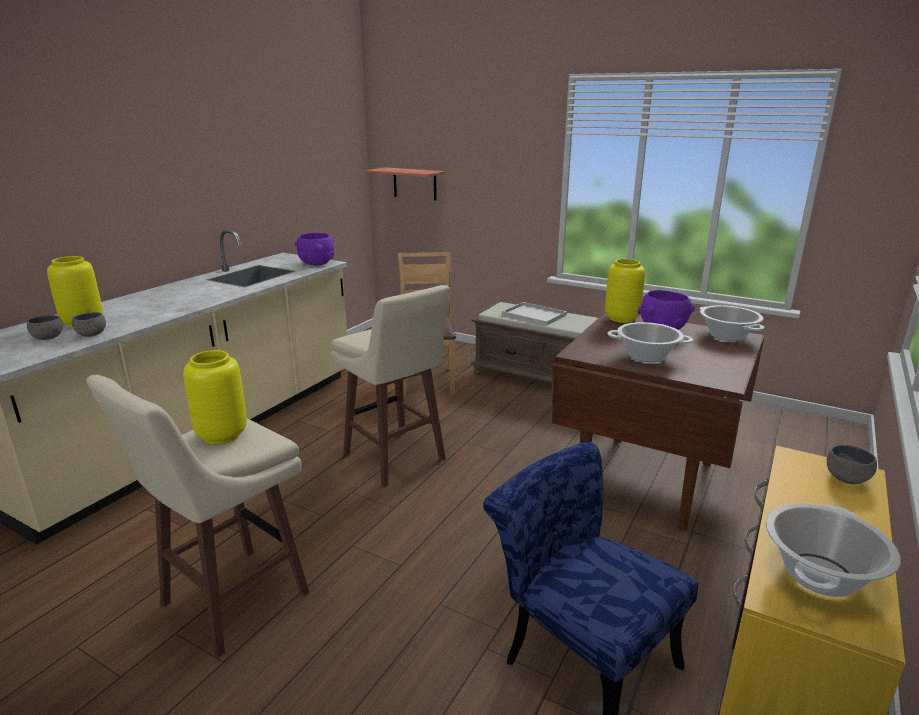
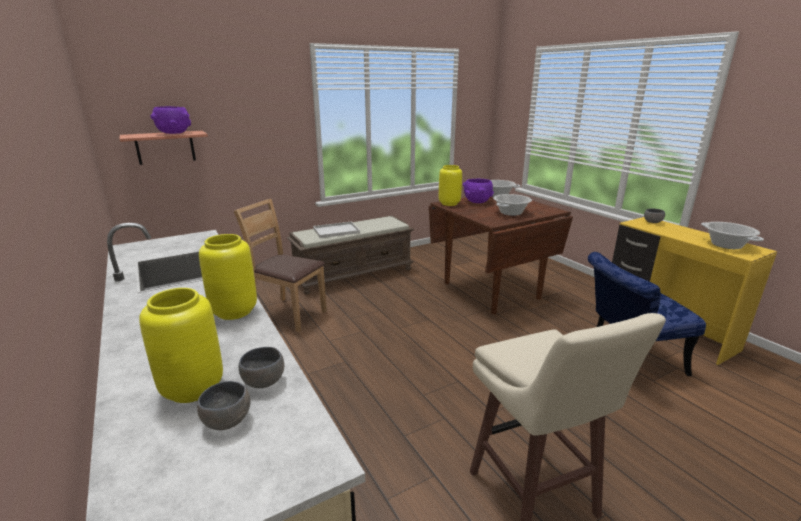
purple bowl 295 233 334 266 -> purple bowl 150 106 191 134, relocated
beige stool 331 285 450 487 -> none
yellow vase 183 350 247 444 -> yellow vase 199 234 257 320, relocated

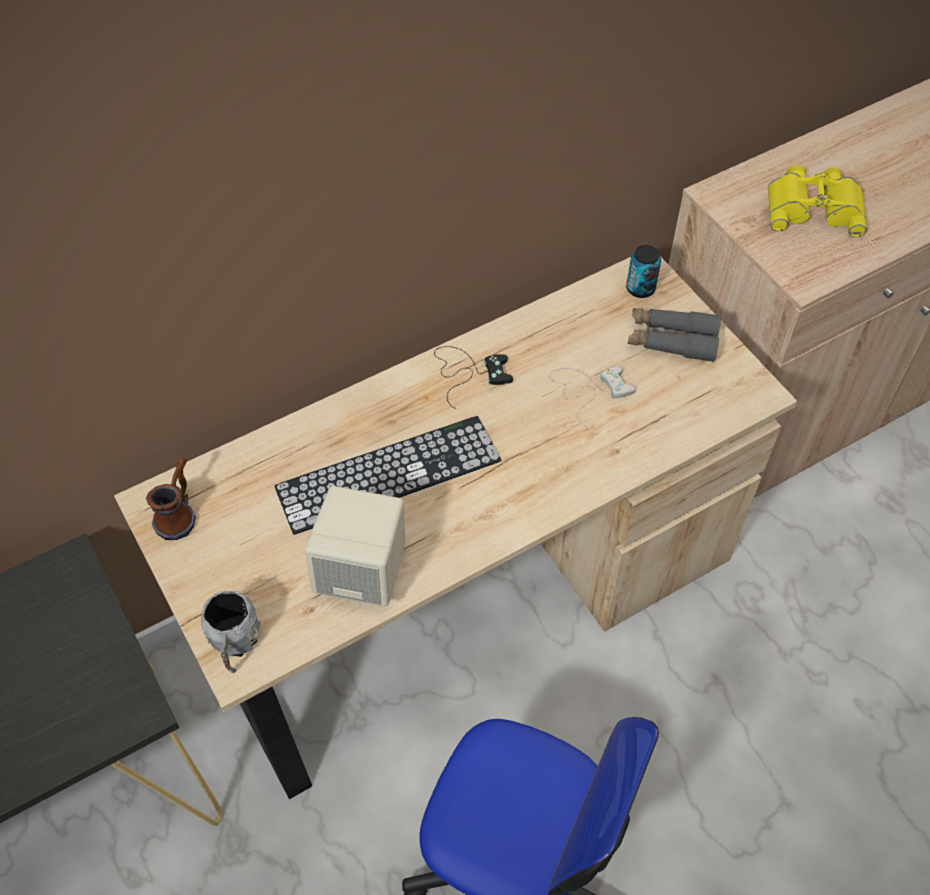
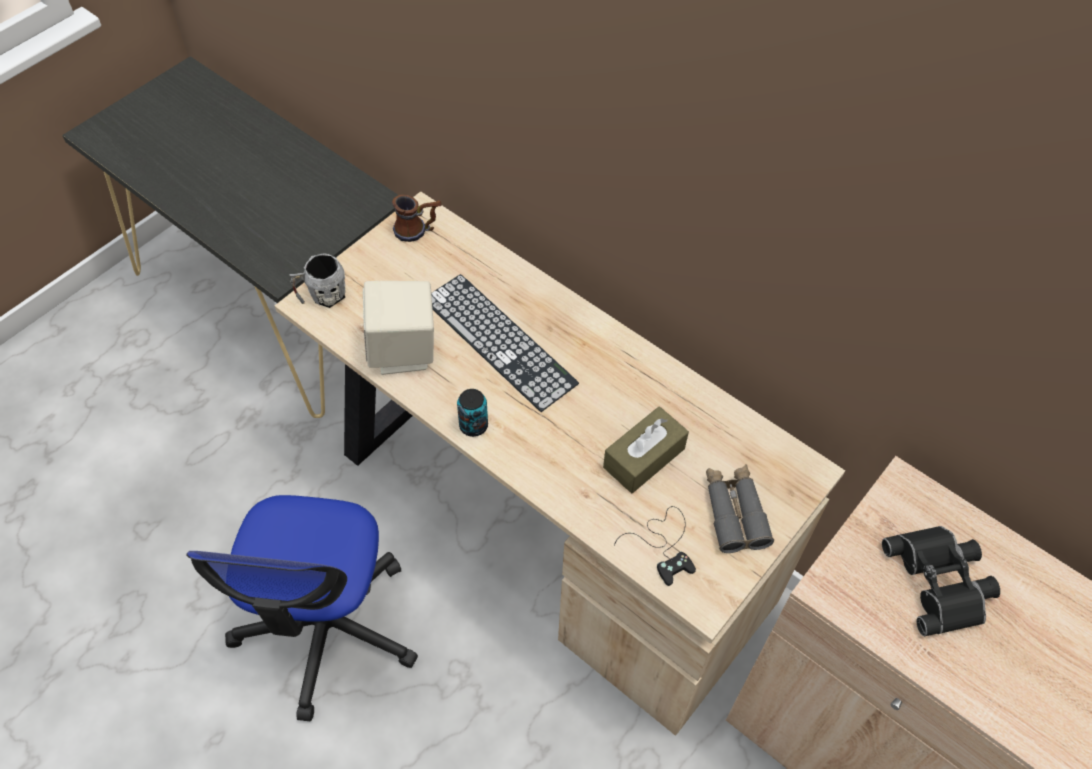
yellow binoculars 768 165 867 237 -> black binoculars 882 526 1000 636
can 626 245 661 298 -> can 457 389 488 437, relocated
black game controller 434 346 513 409 -> black game controller 614 506 696 586, relocated
white game controller 549 366 636 429 -> brown tissue box 603 407 689 493

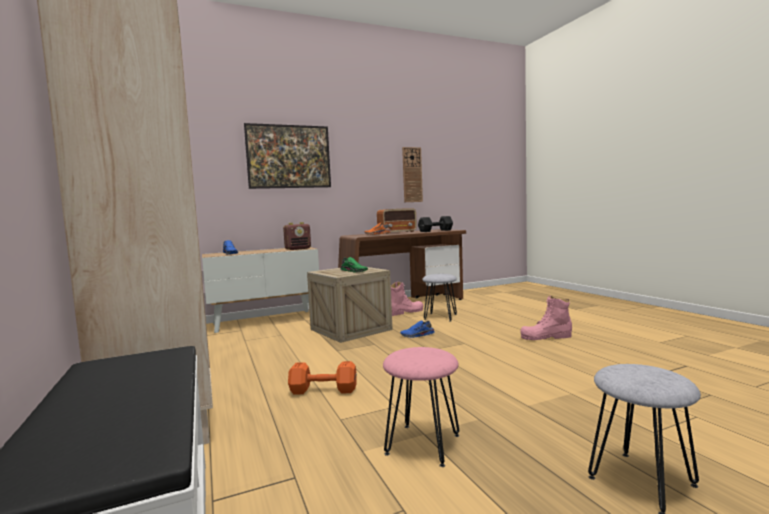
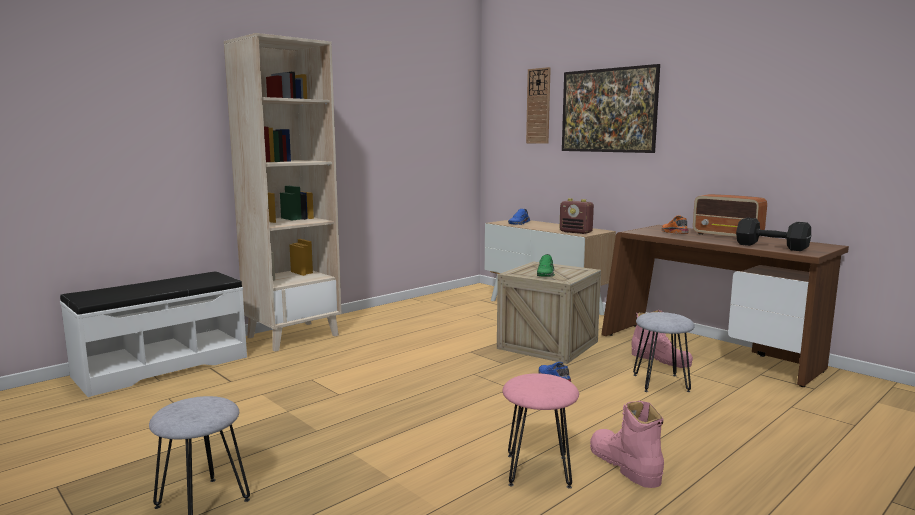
wall clock 402 147 423 202 -> wall clock 526 67 551 144, relocated
pink stool 383 347 459 467 -> pink stool 503 373 579 489, relocated
orange dumbbell 288 361 357 395 -> none

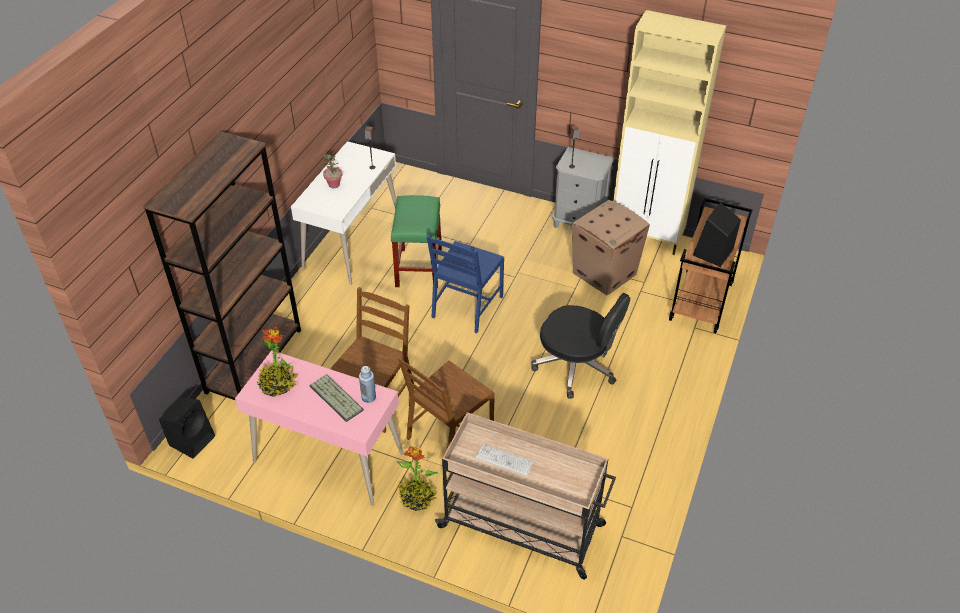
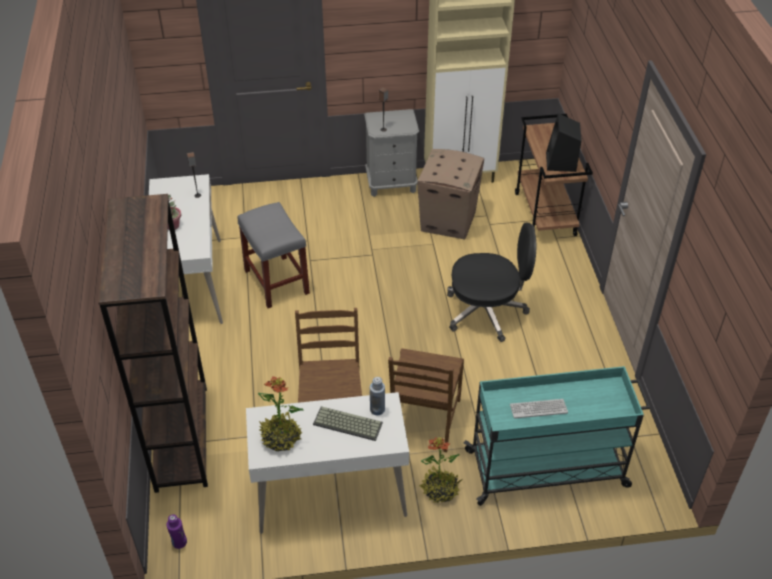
green stool 391 195 442 288 -> grey stool 237 202 310 308
blue chair 427 235 504 333 -> none
pink desk 235 350 403 506 -> white desk 246 392 409 534
black speaker 159 397 215 459 -> purple bottle 167 514 187 549
beige cart 435 412 616 580 -> turquoise cart 464 366 650 506

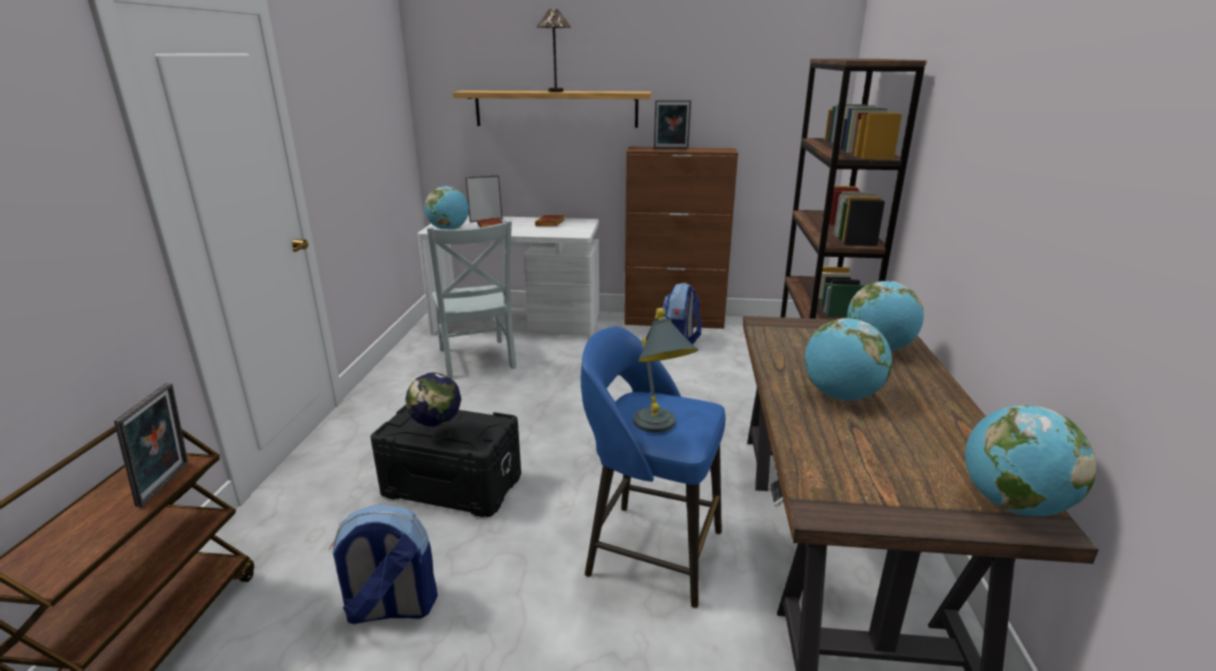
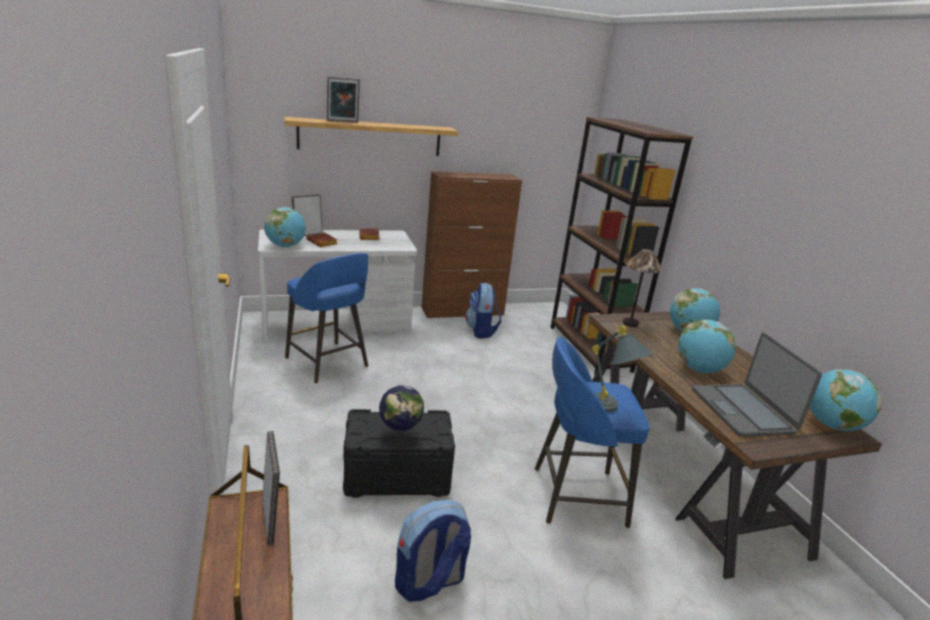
table lamp 537 9 571 92 -> table lamp 623 249 663 327, relocated
picture frame 654 100 691 149 -> picture frame 327 77 360 123, relocated
grey chair 427 220 516 379 -> blue stool 285 253 368 384
none -> laptop 692 333 822 437

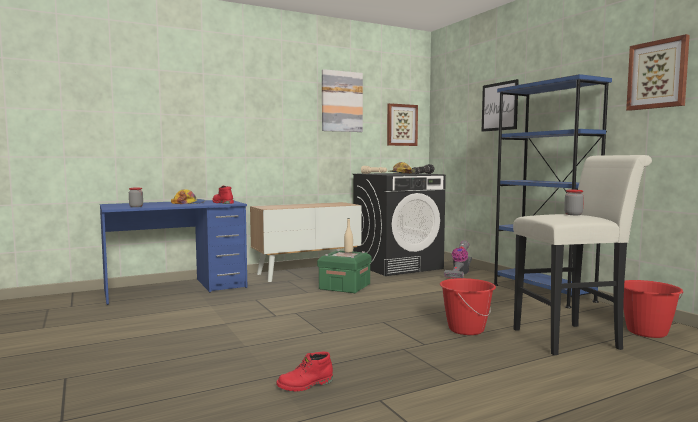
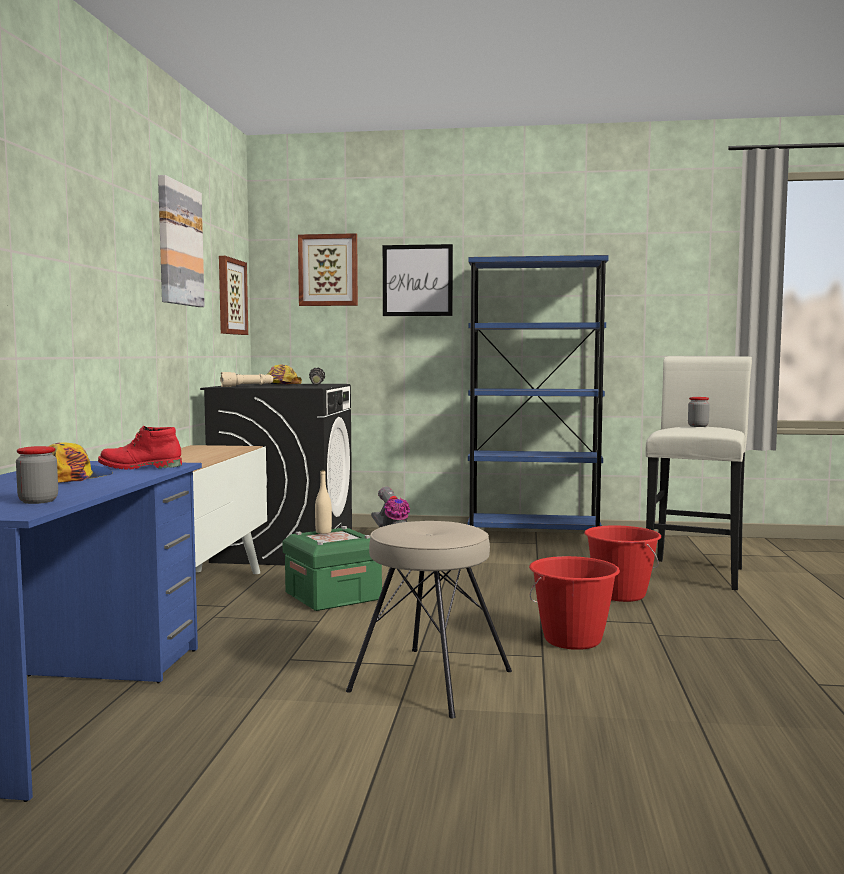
picture 626 34 690 111 -> picture 298 233 358 306, relocated
red bucket 623 280 684 338 -> red bucket 529 556 620 650, relocated
red boot 276 352 333 391 -> none
none -> beige stool 346 521 512 718

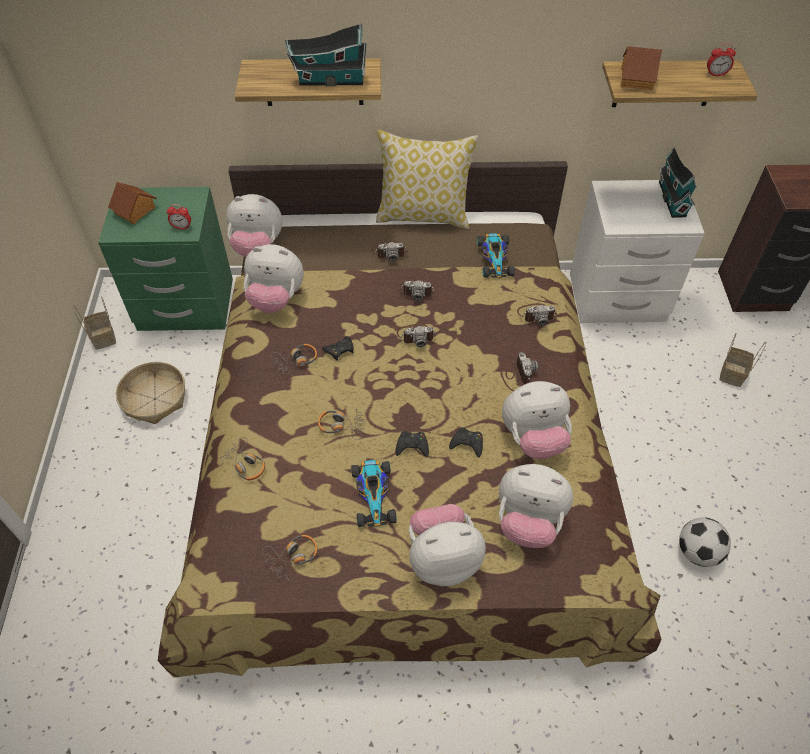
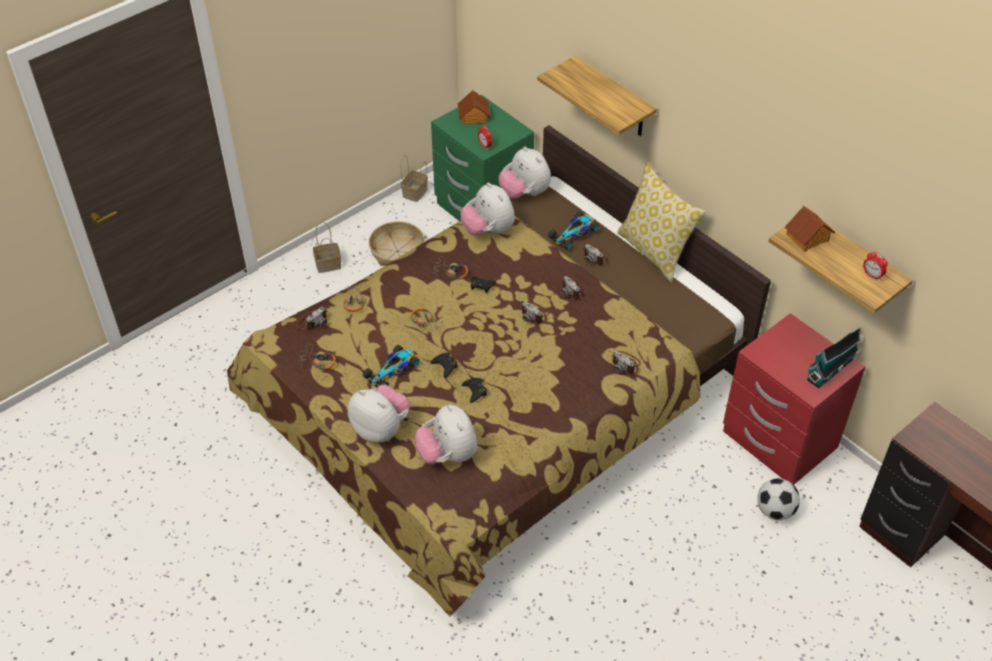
toy house 285 23 367 87 -> none
white nightstand 570 180 704 323 -> red nightstand 723 313 866 485
toy car 477 233 515 278 -> toy car 548 211 599 250, relocated
basket 720 332 767 387 -> basket 313 222 341 273, relocated
photo camera 500 352 539 391 -> photo camera 296 307 327 330, relocated
plush toy 502 381 572 459 -> none
football 679 517 731 567 -> football 757 478 800 520, relocated

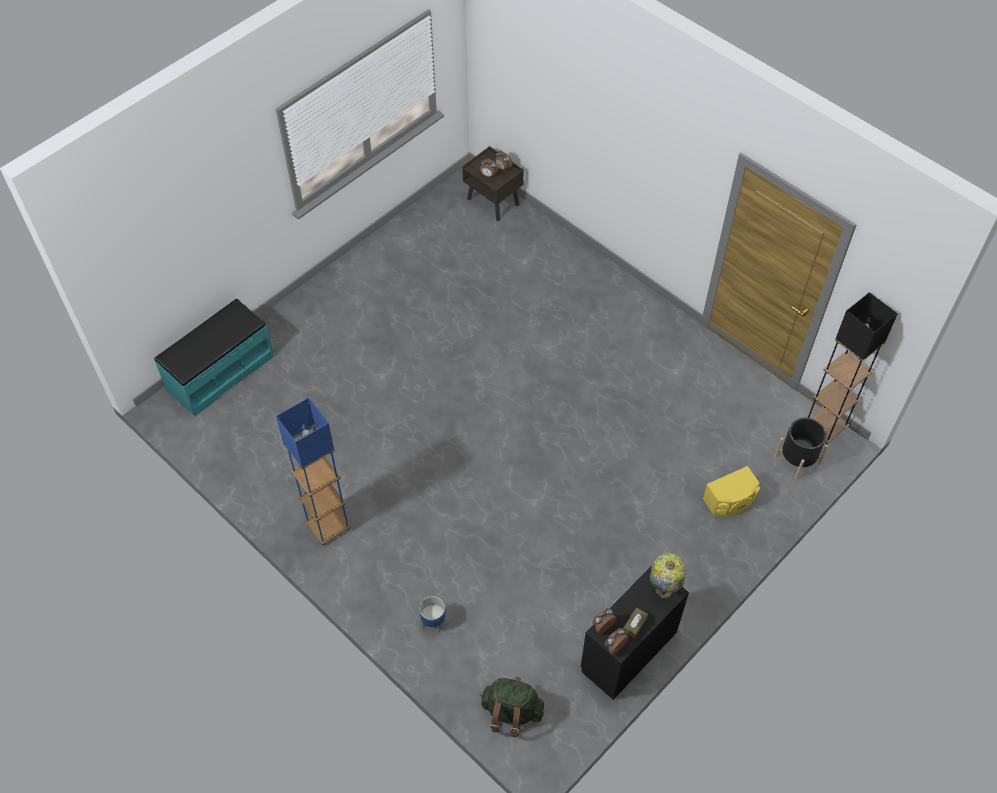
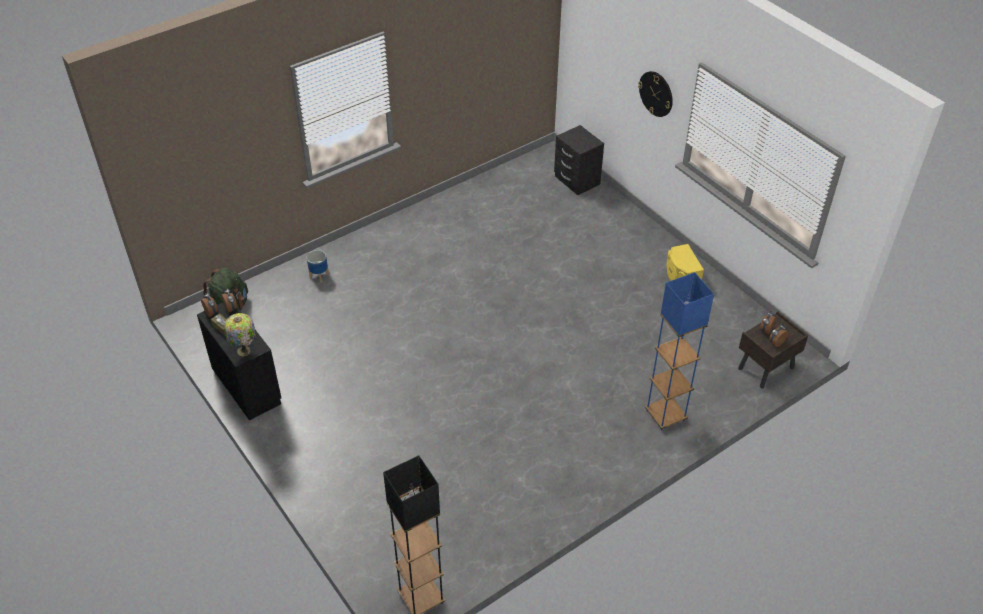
turquoise bench 154 299 274 417 -> black nightstand 554 125 604 195
blue floor lamp 276 397 351 545 -> blue floor lamp 645 272 714 430, relocated
black planter 774 418 828 479 -> none
yellow speaker 703 466 760 517 -> yellow speaker 666 244 704 281, relocated
none -> wall clock 638 71 673 117

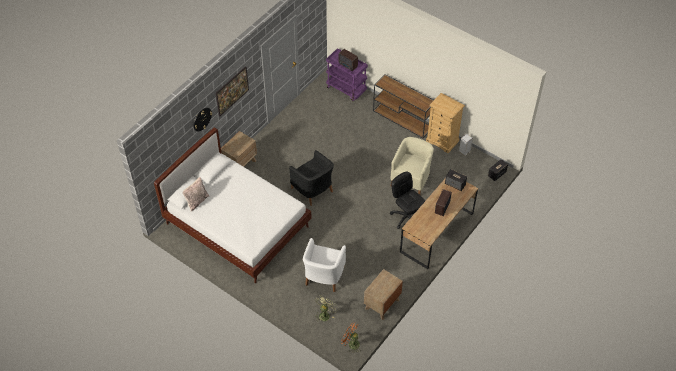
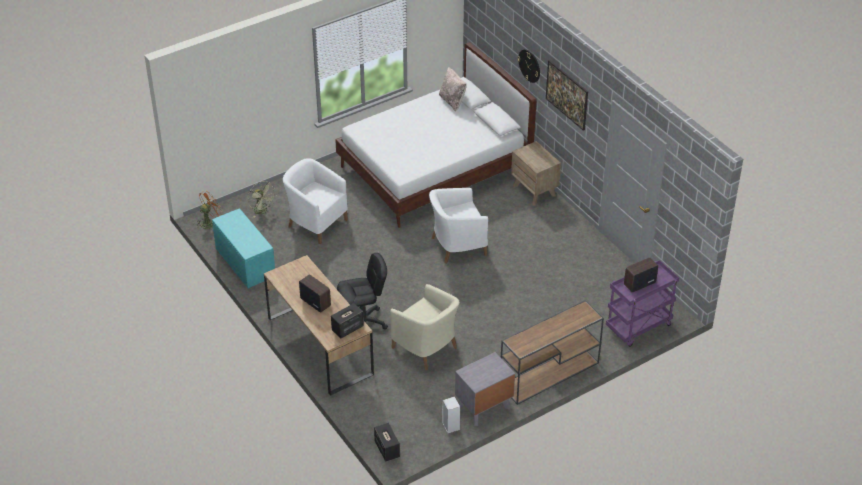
beige dresser 426 93 465 153 -> grey nightstand 455 352 515 426
black armchair 289 150 334 206 -> white armchair 429 188 488 264
brown nightstand 364 269 403 320 -> turquoise bench 212 209 275 288

